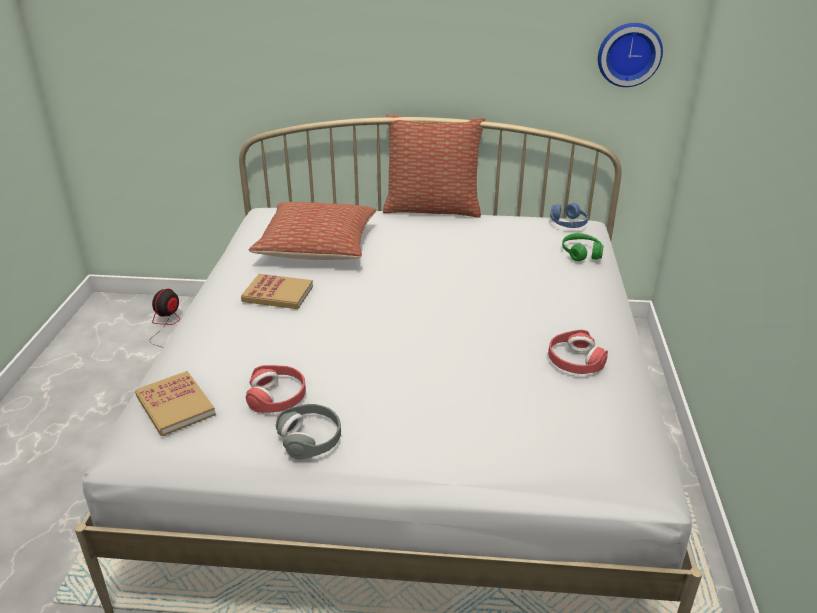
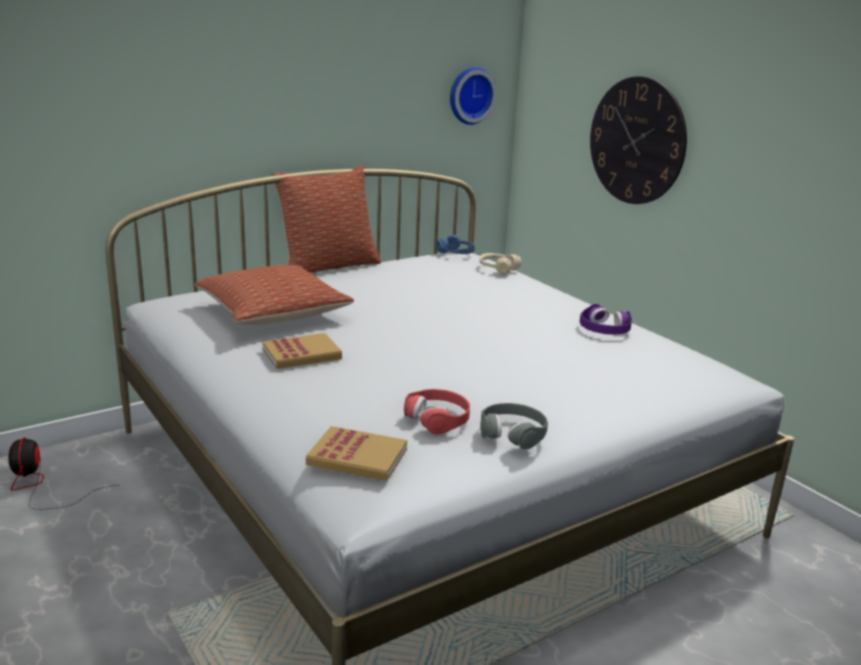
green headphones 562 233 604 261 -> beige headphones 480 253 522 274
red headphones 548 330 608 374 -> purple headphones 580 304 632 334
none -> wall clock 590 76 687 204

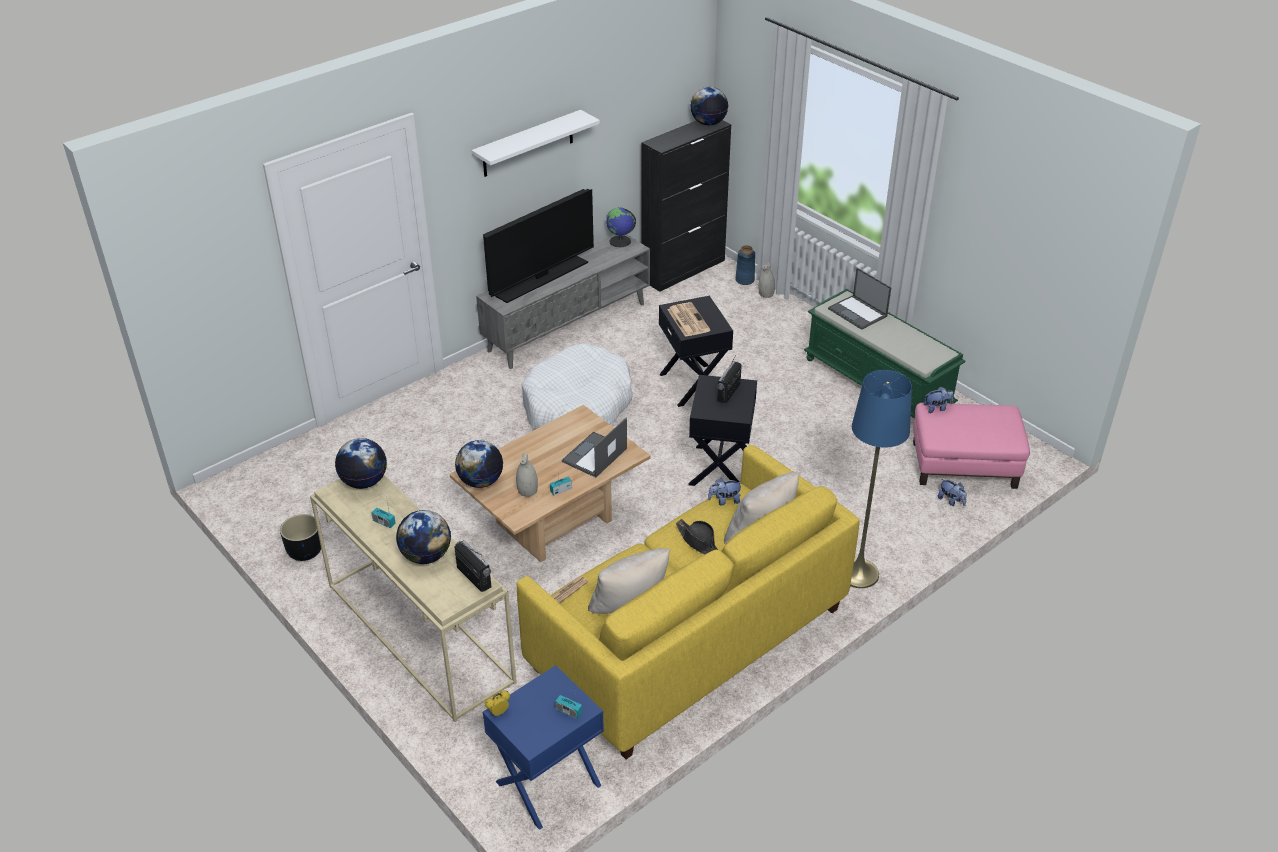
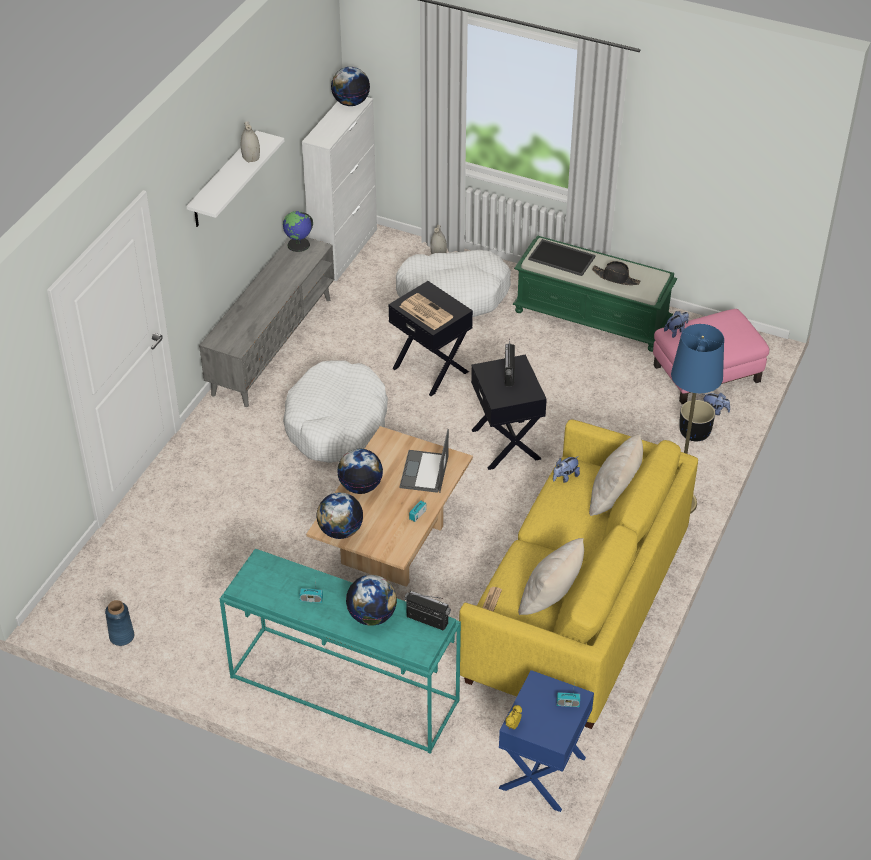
black cabinet 641 120 731 292 -> white cabinet 302 97 377 281
television 483 189 594 303 -> none
blue vase 735 245 755 285 -> blue vase 105 600 134 646, relocated
laptop 828 268 891 330 -> tray 528 239 596 276
globe 335 438 387 489 -> globe 337 449 383 494, relocated
white vase 516 454 538 497 -> white vase 241 121 260 162, relocated
beige console table 310 475 517 722 -> turquoise console table 220 549 461 754
black planter 280 514 321 561 -> black planter 679 400 715 441, relocated
black hat 676 519 718 555 -> black hat 592 261 640 285, relocated
none -> white dog bed 396 250 511 317

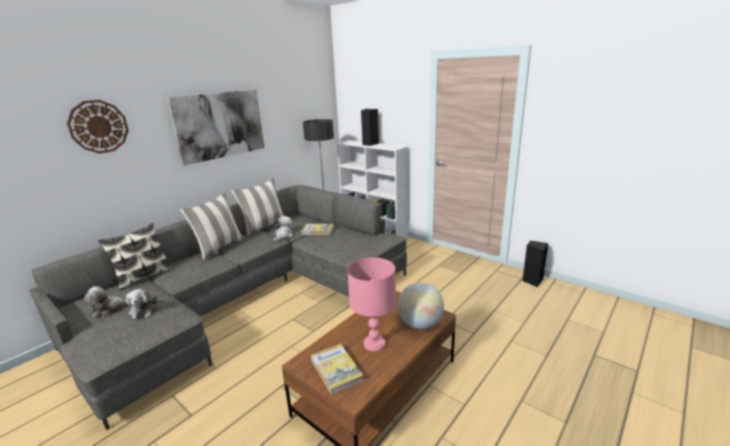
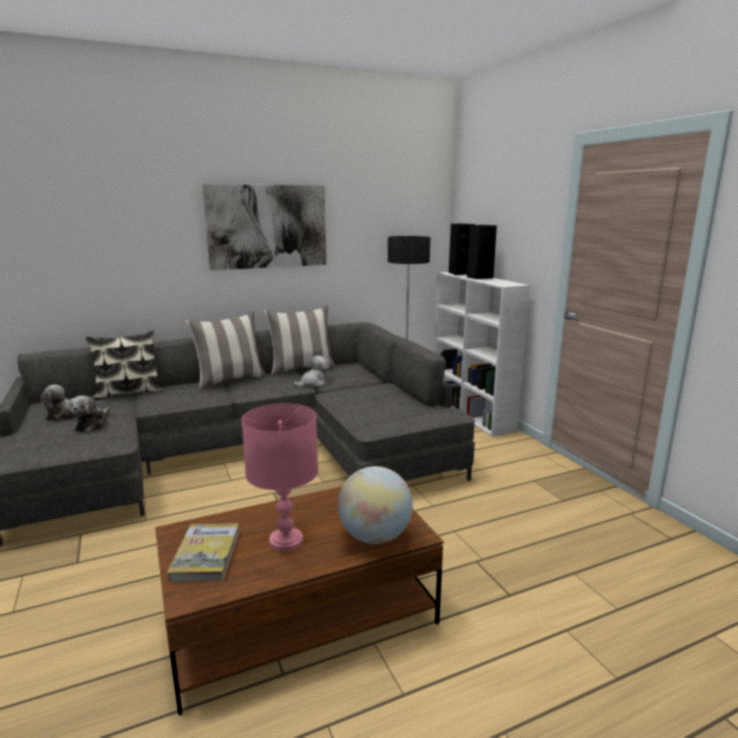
wall clock 67 100 129 154 -> none
book 301 224 334 235 -> none
black speaker 522 241 549 287 -> black speaker 449 224 476 275, relocated

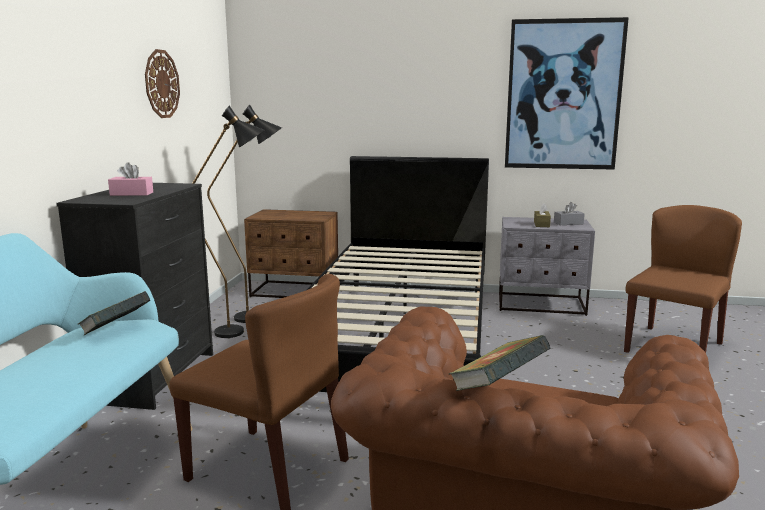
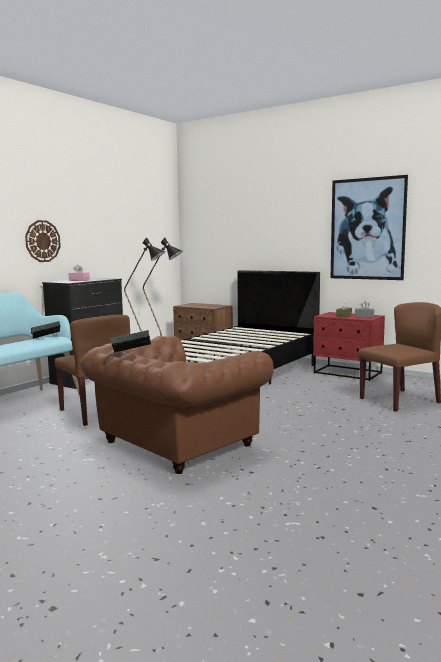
wall clock 145 49 180 118 -> wall clock 25 220 61 262, relocated
grey nightstand 499 217 595 316 -> red nightstand 313 312 385 381

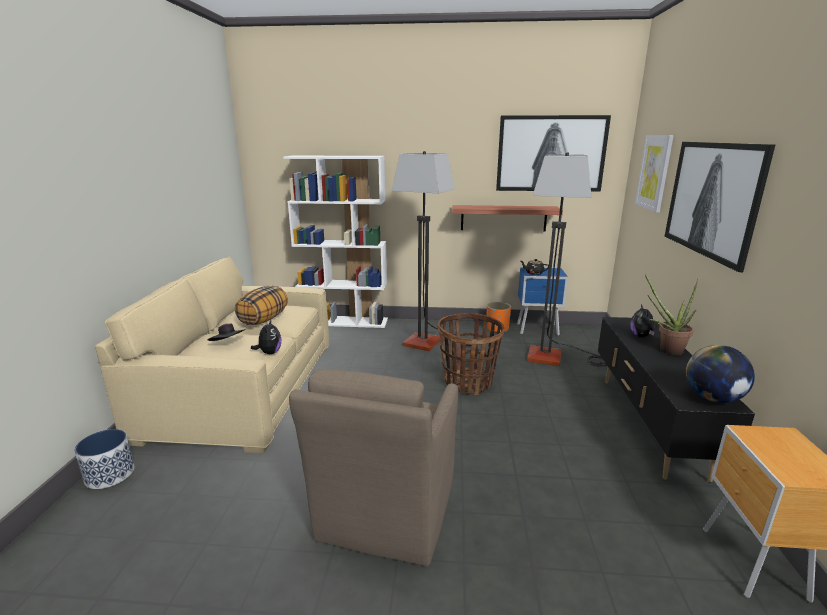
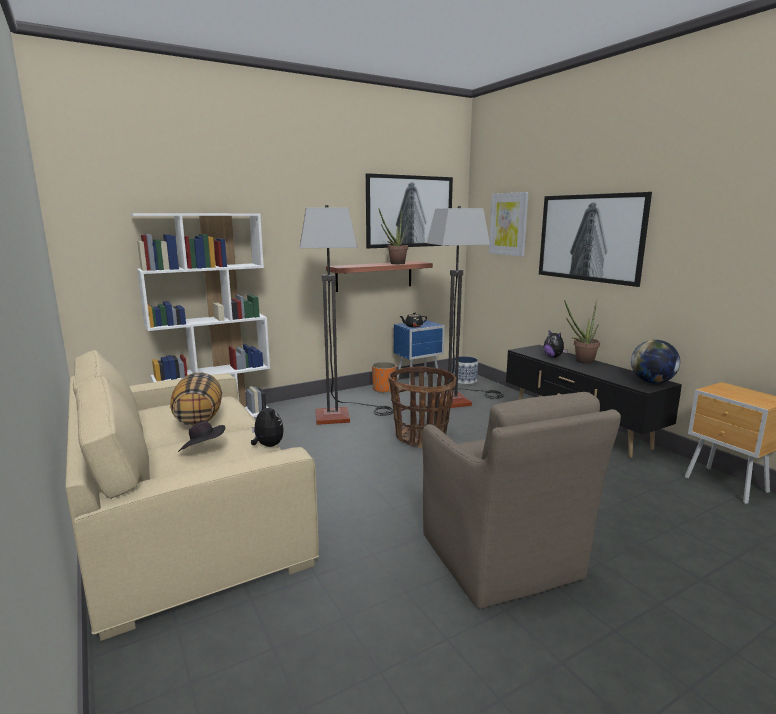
planter 74 429 134 489 -> planter 453 356 478 384, relocated
none -> potted plant 379 209 408 264

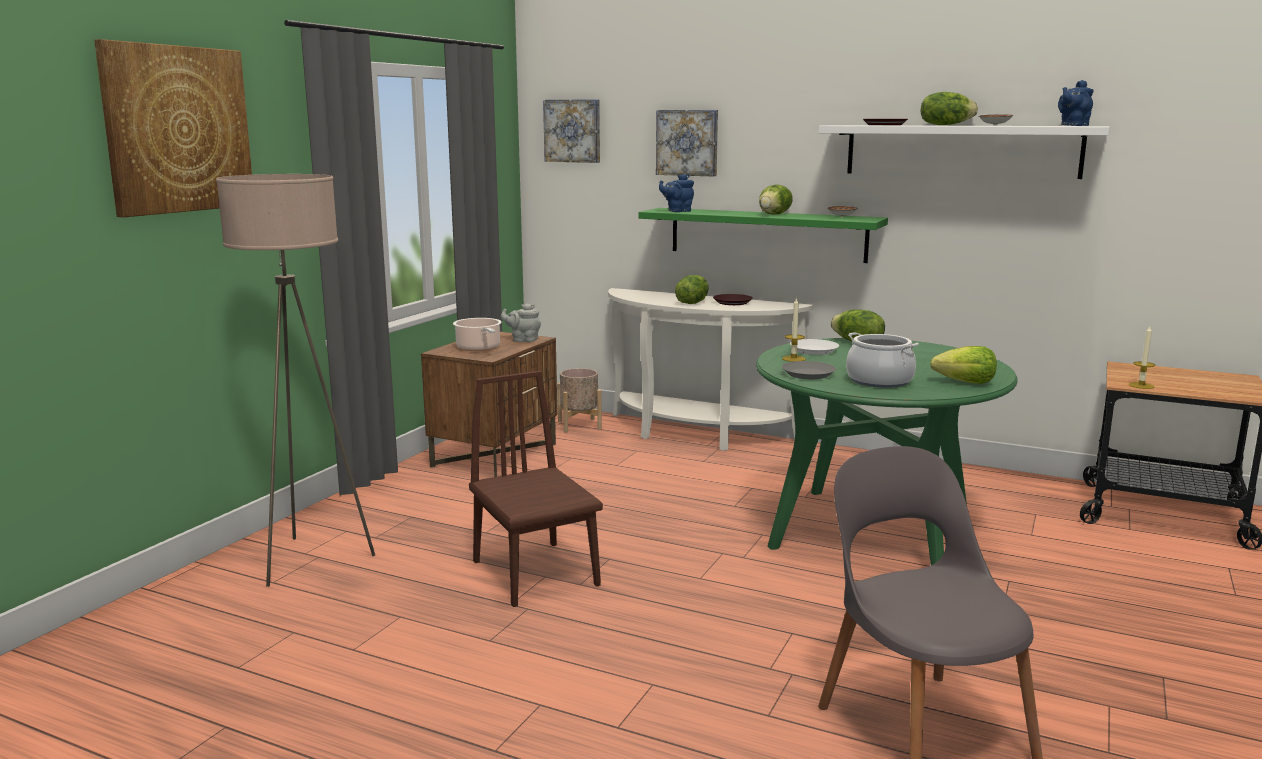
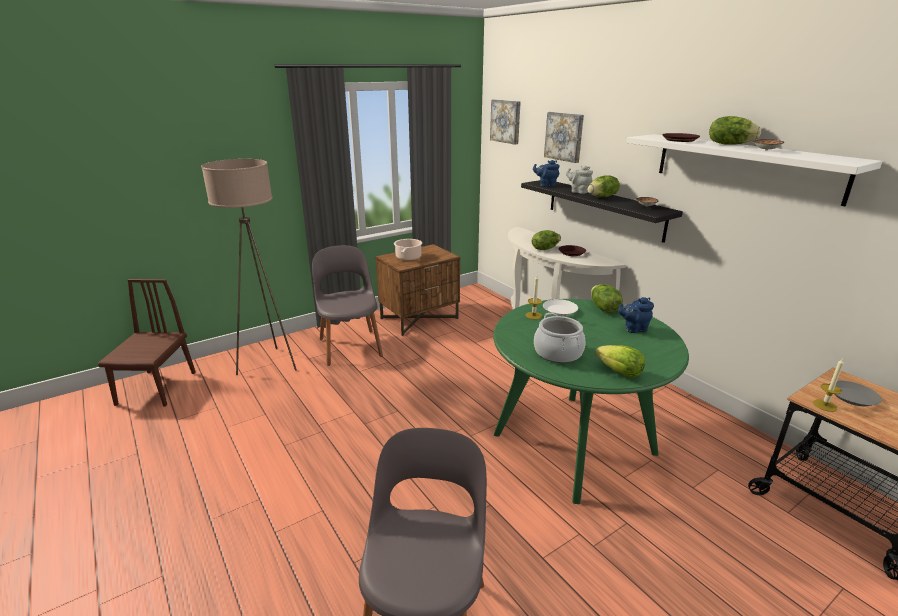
picture 94 39 252 217 -> none
blue teapot 1058 80 1094 126 -> blue teapot 618 297 654 333, relocated
green shelf 638 208 888 263 -> black shelf 521 180 683 243
grey teapot 501 303 541 342 -> grey teapot 566 166 593 194, relocated
grey plate 782 361 836 379 -> grey plate 829 380 882 406, relocated
beige planter 557 368 602 432 -> none
brown chair 469 371 603 607 -> brown chair 98 279 196 407, relocated
none -> grey chair 312 245 383 366

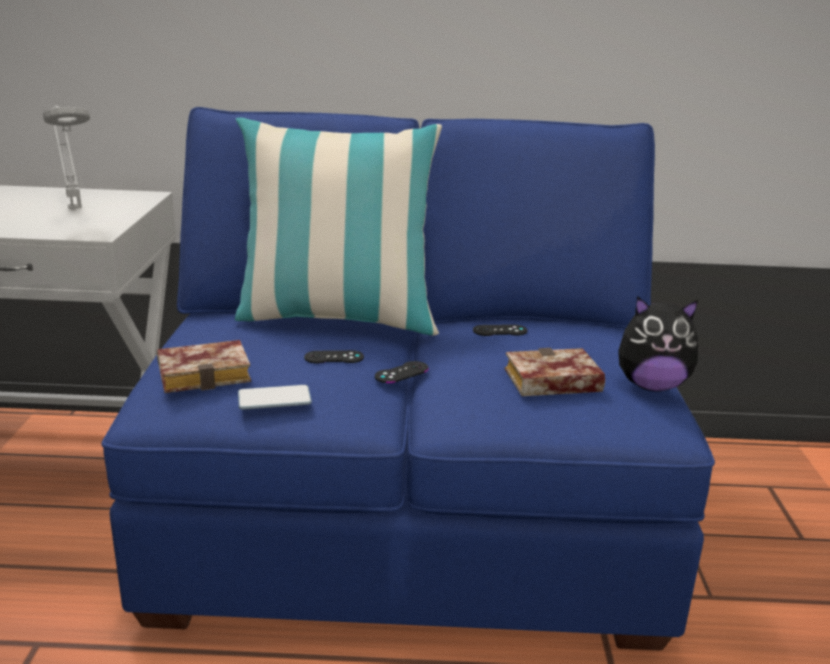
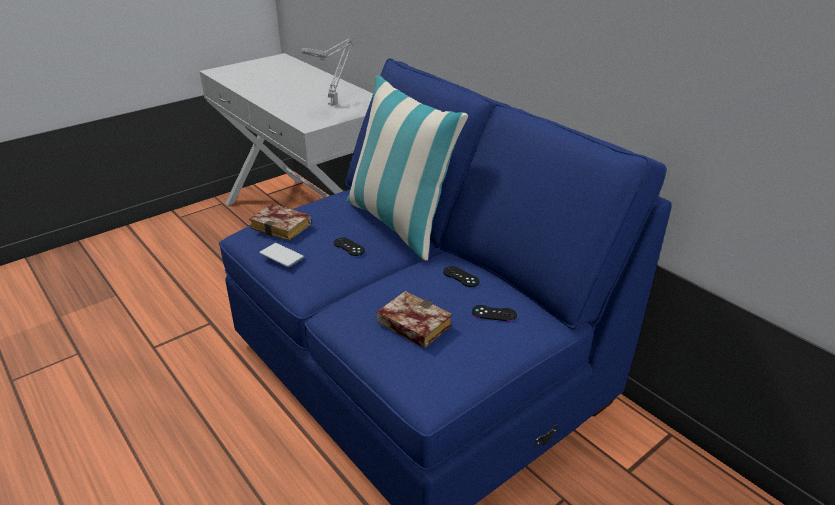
plush toy 618 296 699 392 -> none
black game controller 375 361 429 383 -> black game controller 472 305 517 321, relocated

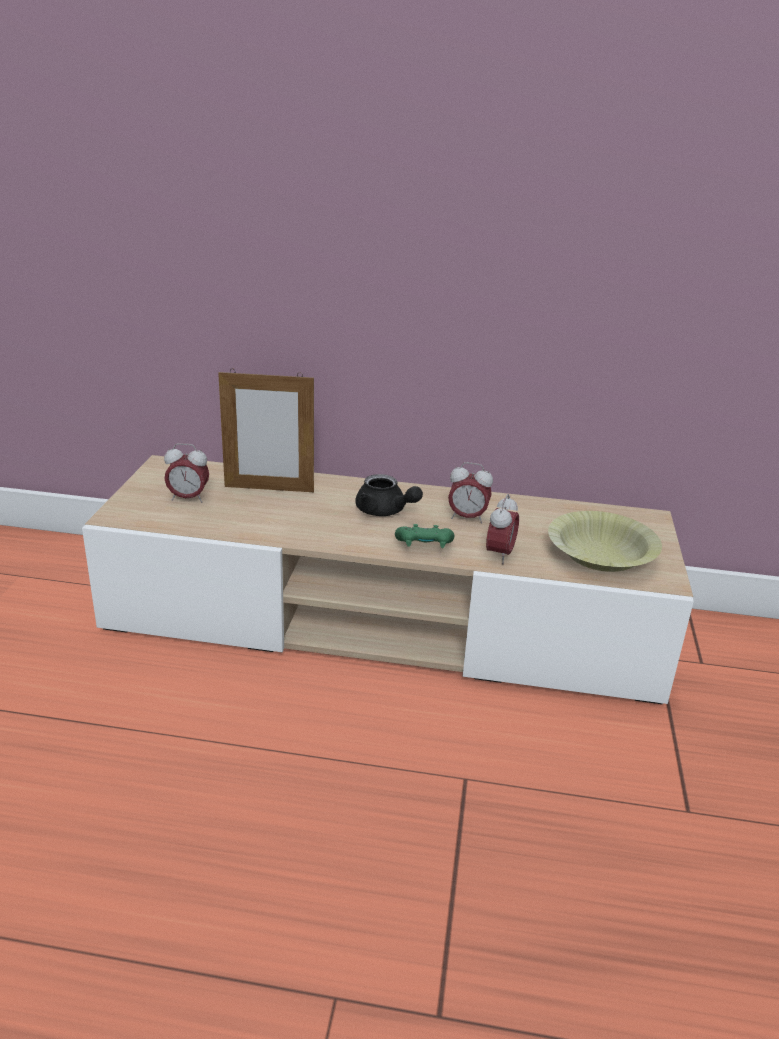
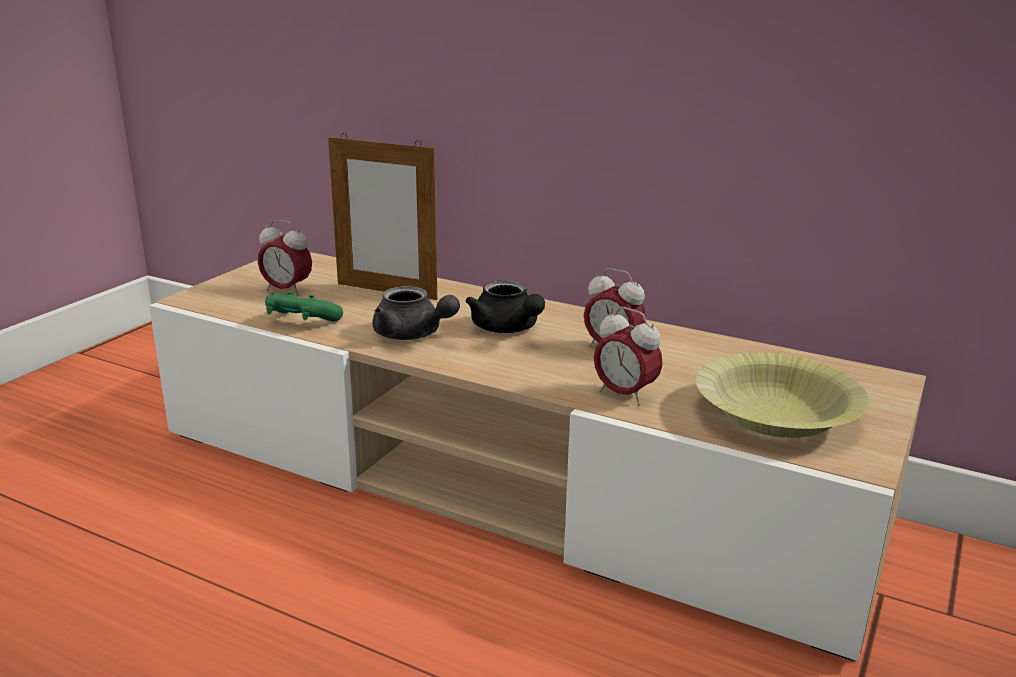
alarm clock 486 494 519 564 -> alarm clock 594 307 663 406, 90 degrees clockwise
green game controller 395 524 455 548 -> green game controller 265 292 343 321, relocated
none -> grey teapot 372 286 460 340

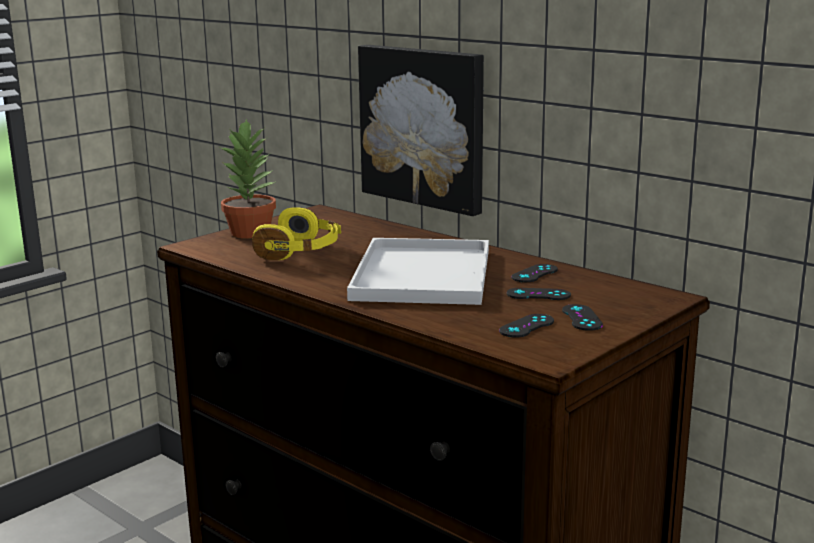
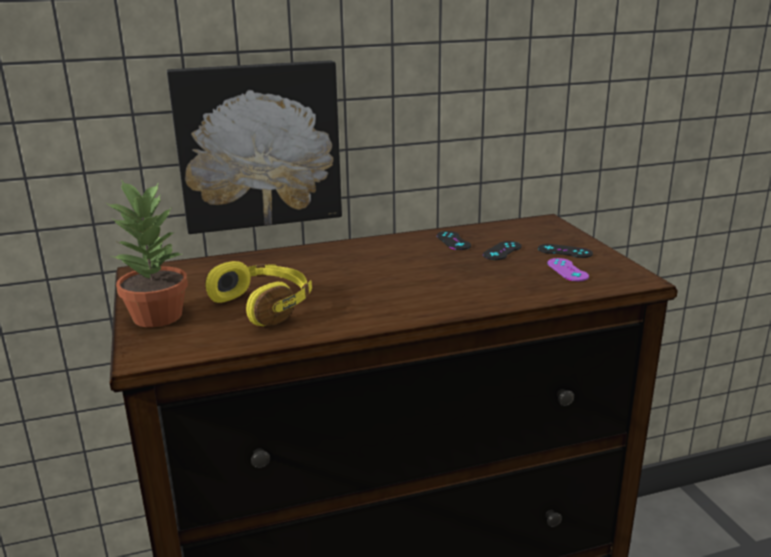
white tray 347 238 489 305 -> none
black game controller 499 314 554 338 -> purple game controller 547 258 589 281

